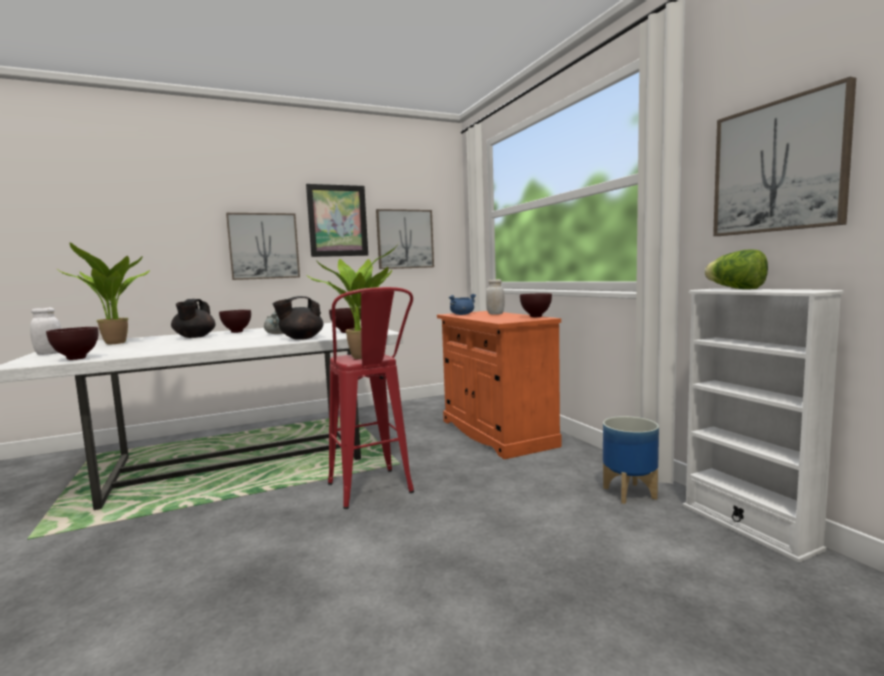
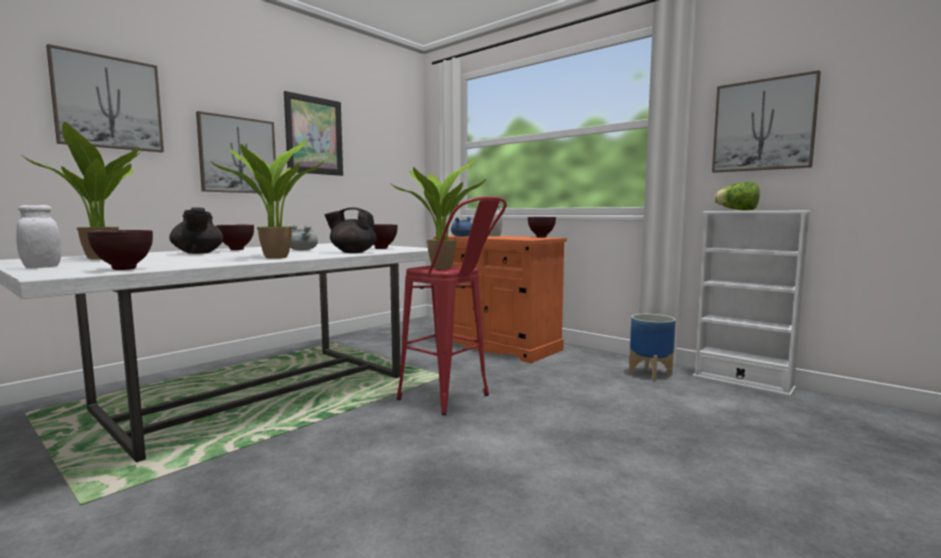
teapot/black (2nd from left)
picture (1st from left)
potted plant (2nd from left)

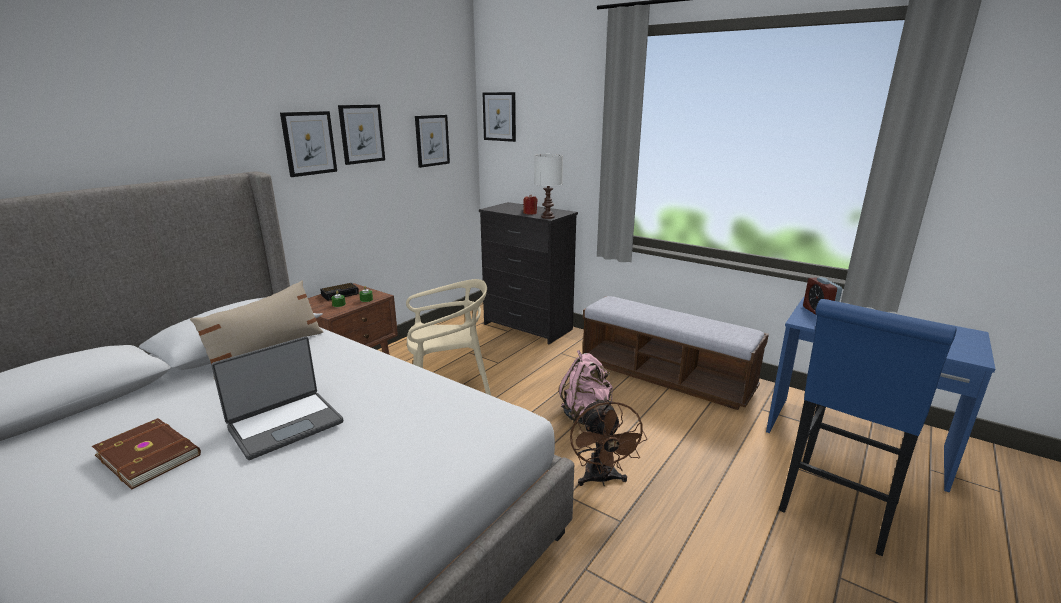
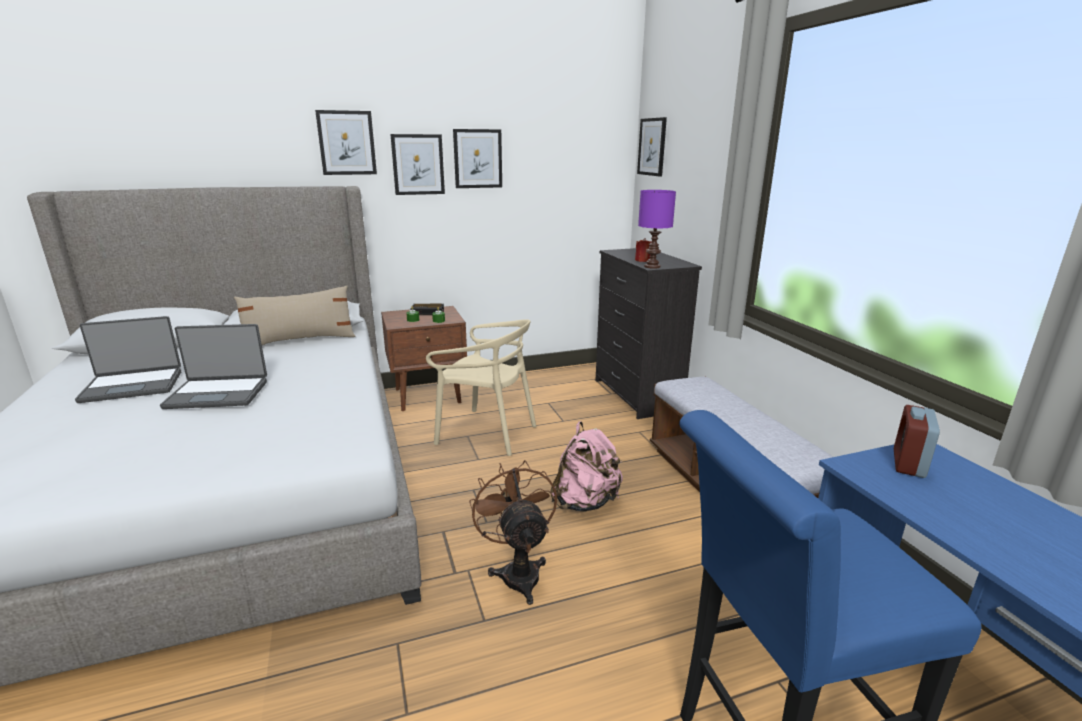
laptop (1st from left)
picture (1st from left)
table lamp/purple
fan/brown

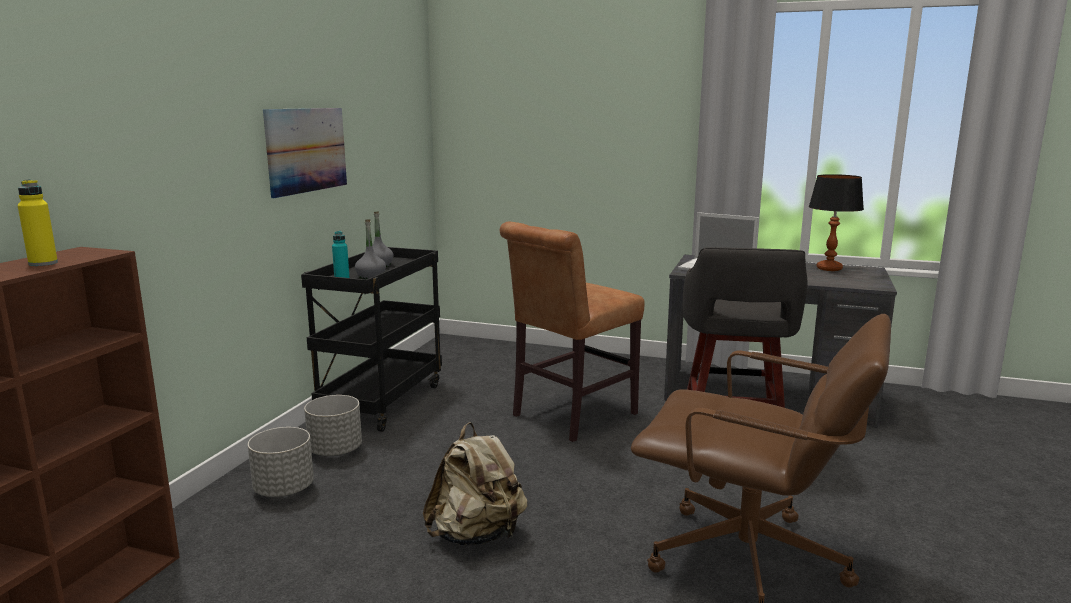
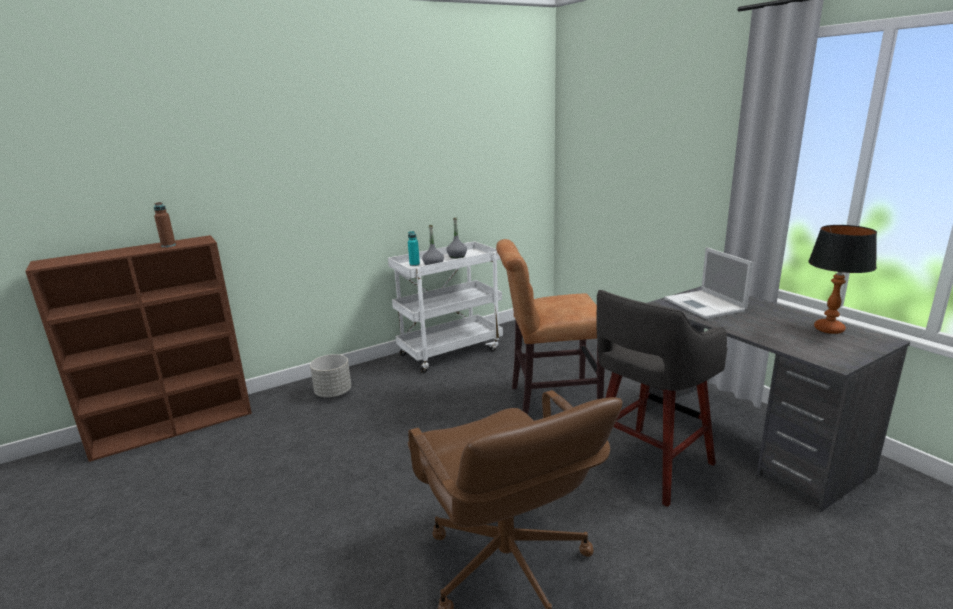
bottle/brown
picture
cart/white
planter/grey (2nd from left in the first image)
backpack/beige

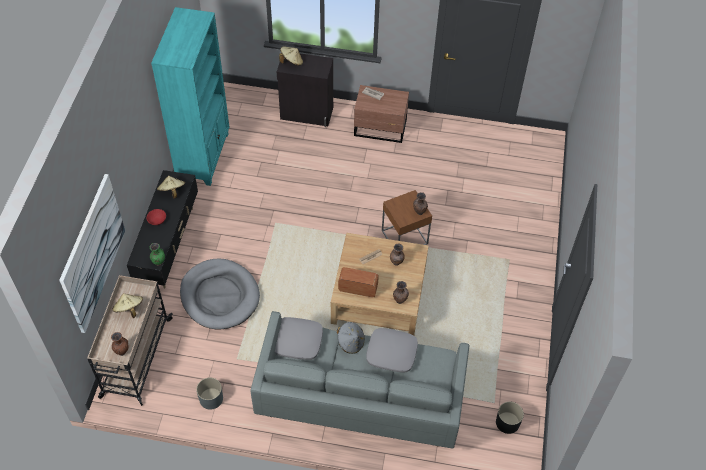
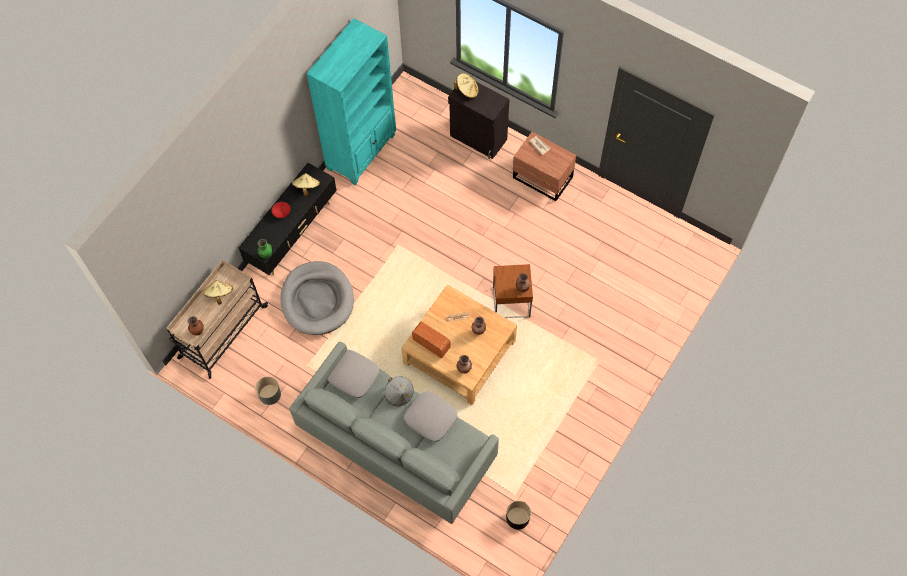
picture

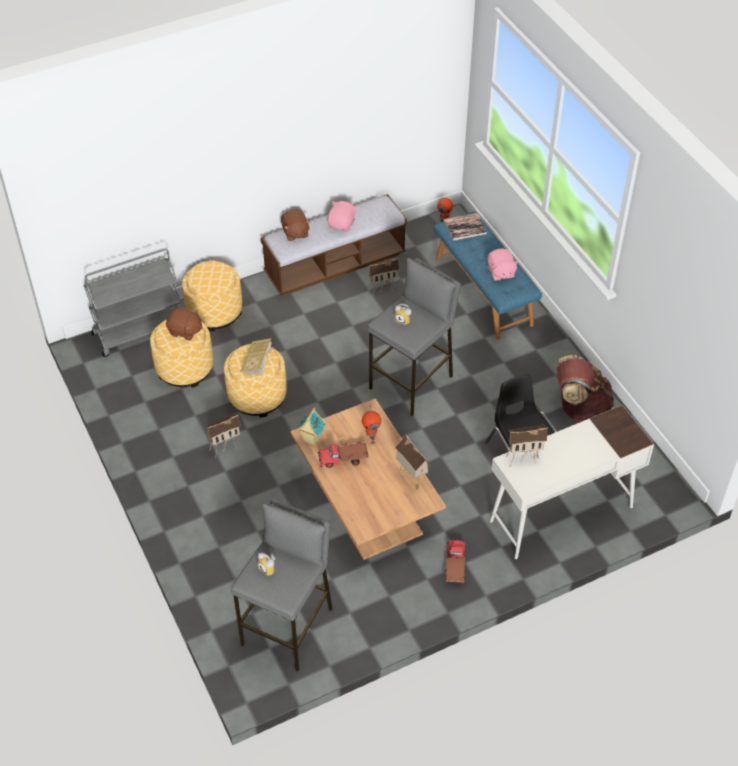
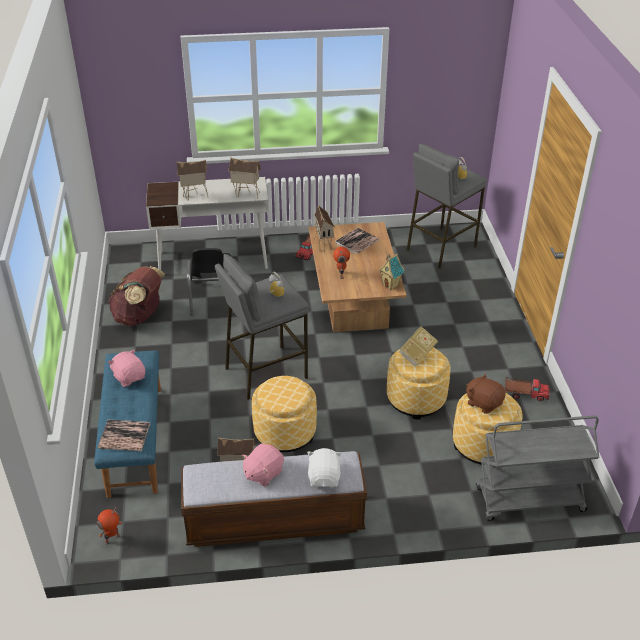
ottoman (1st from left)
toy house (1st from left)
plush toy/white
toy truck (2nd from left)
plush toy/pink (1st from left)
book (2nd from left)

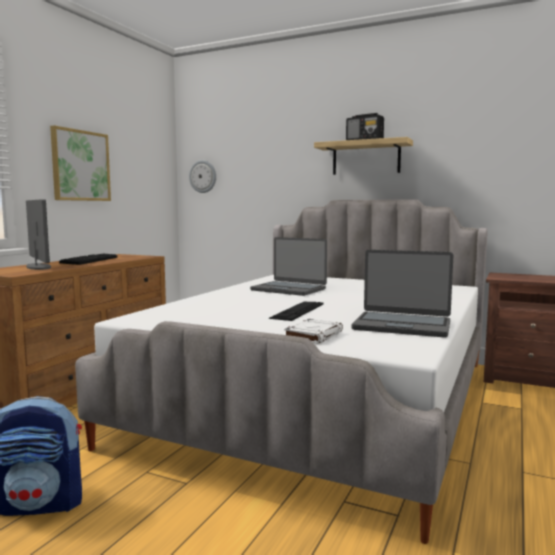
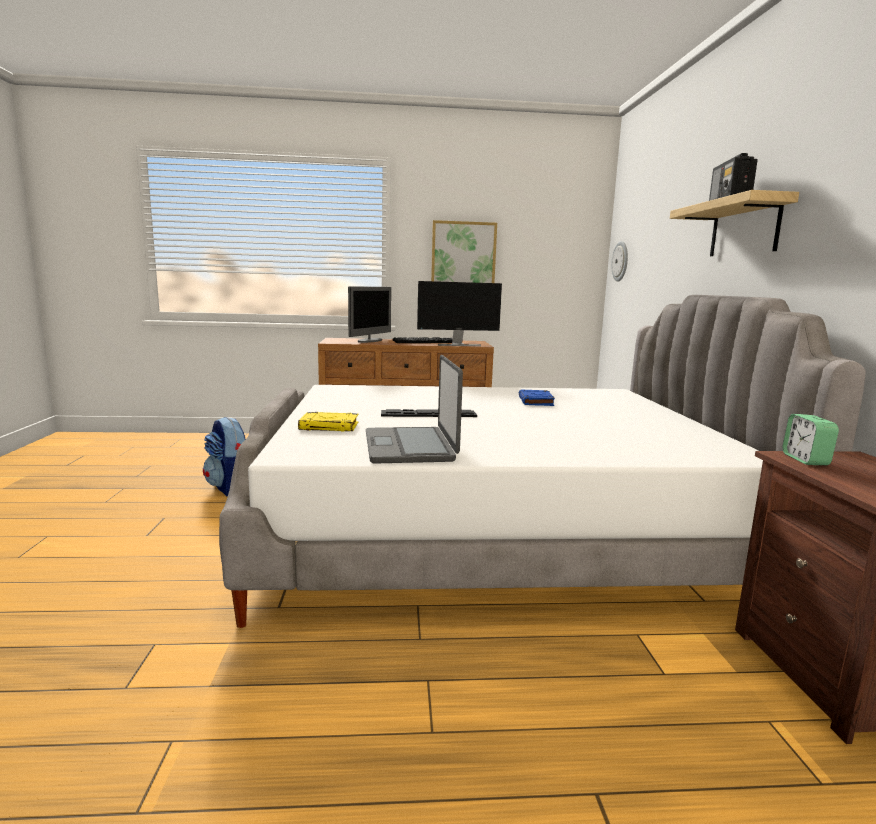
book/blue
book/yellow
monitor (2nd from left)
alarm clock

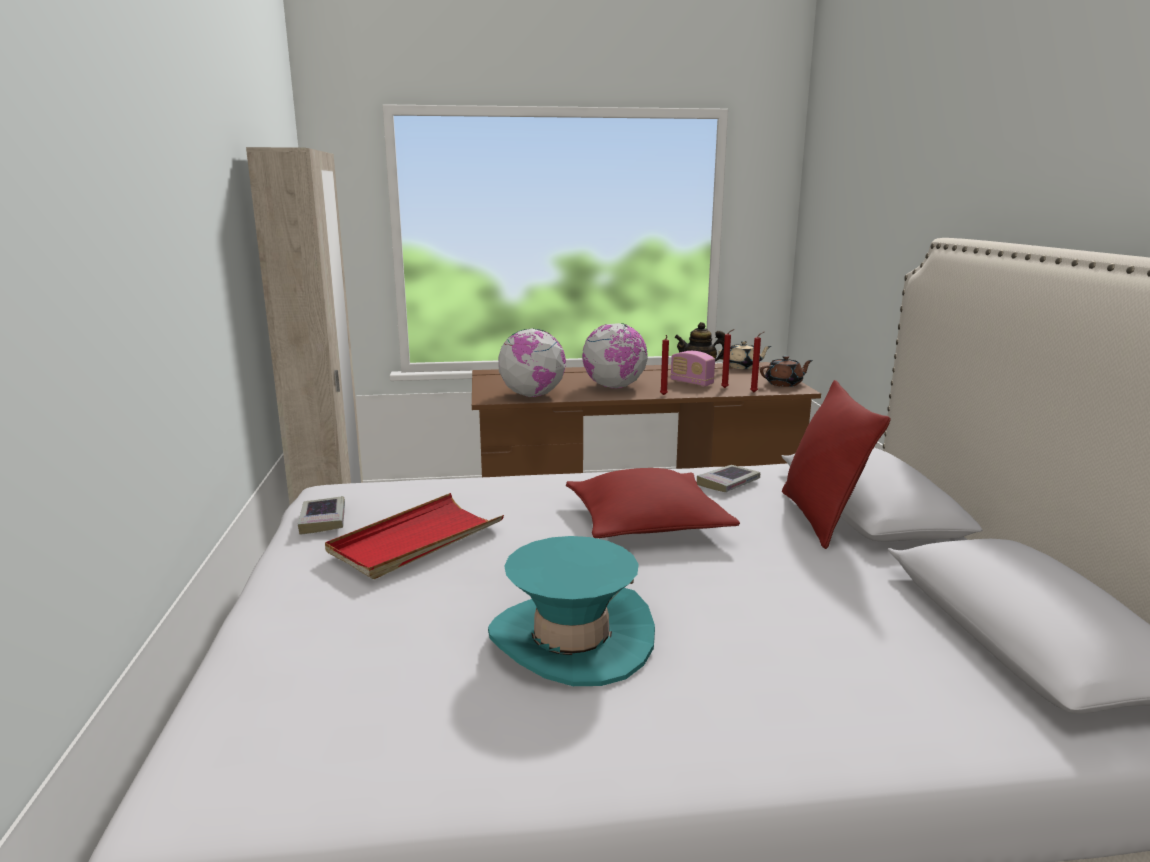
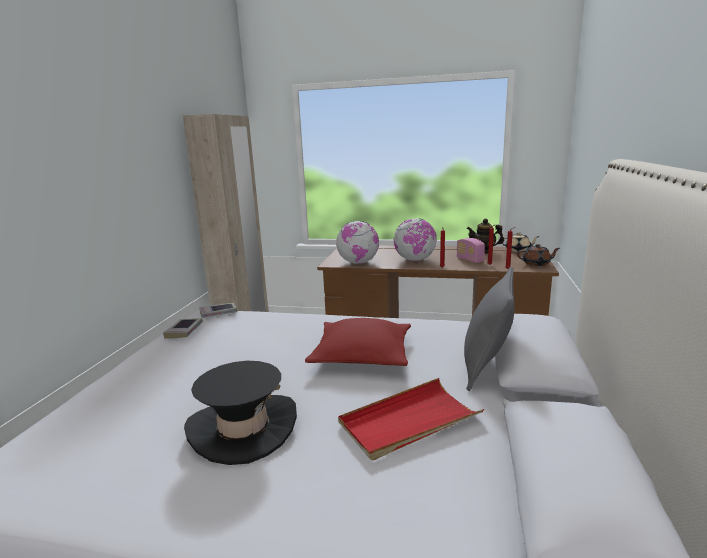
tray/red
hat/black
book (2nd from left)
pillow/grey

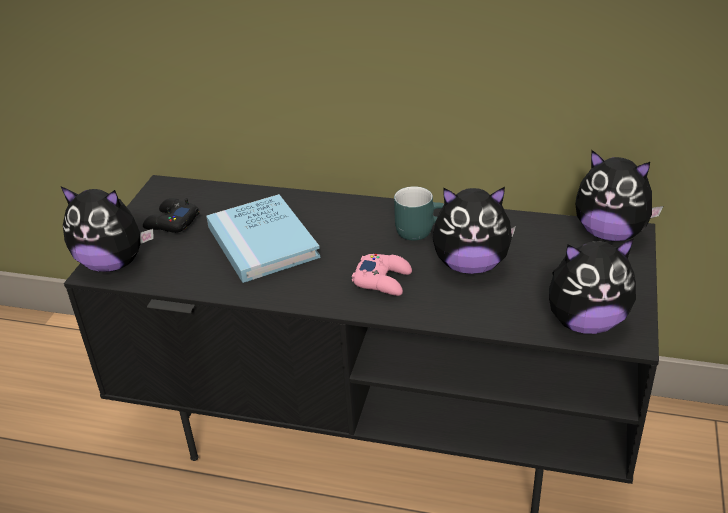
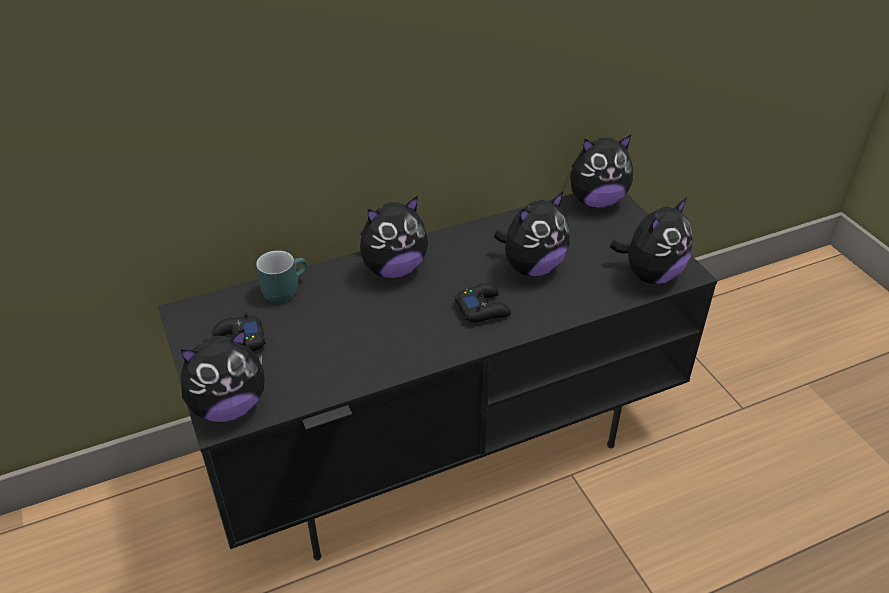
book/blue
game controller/black (2nd from left)
mug/turquoise
plush toy (2nd from left)

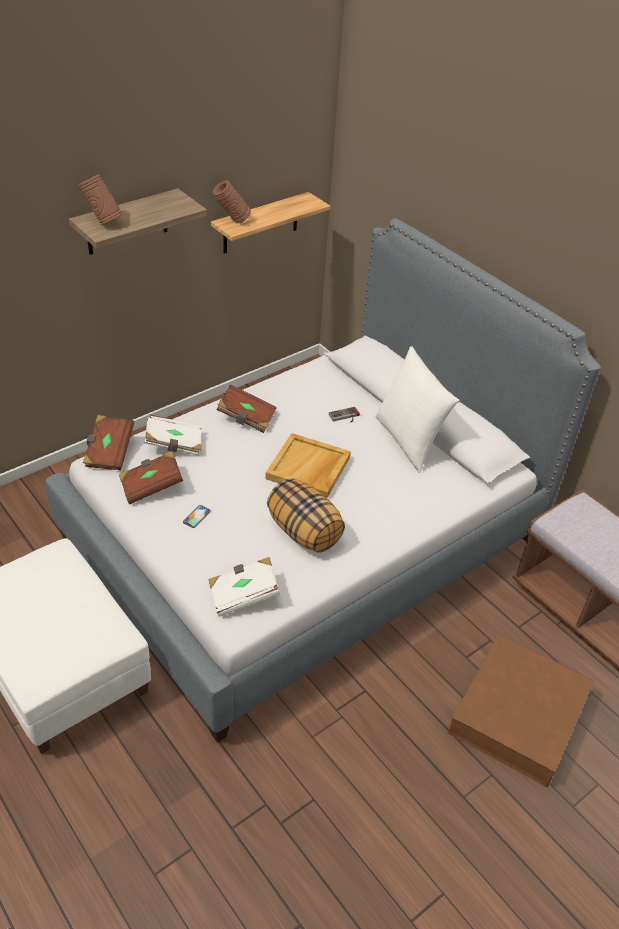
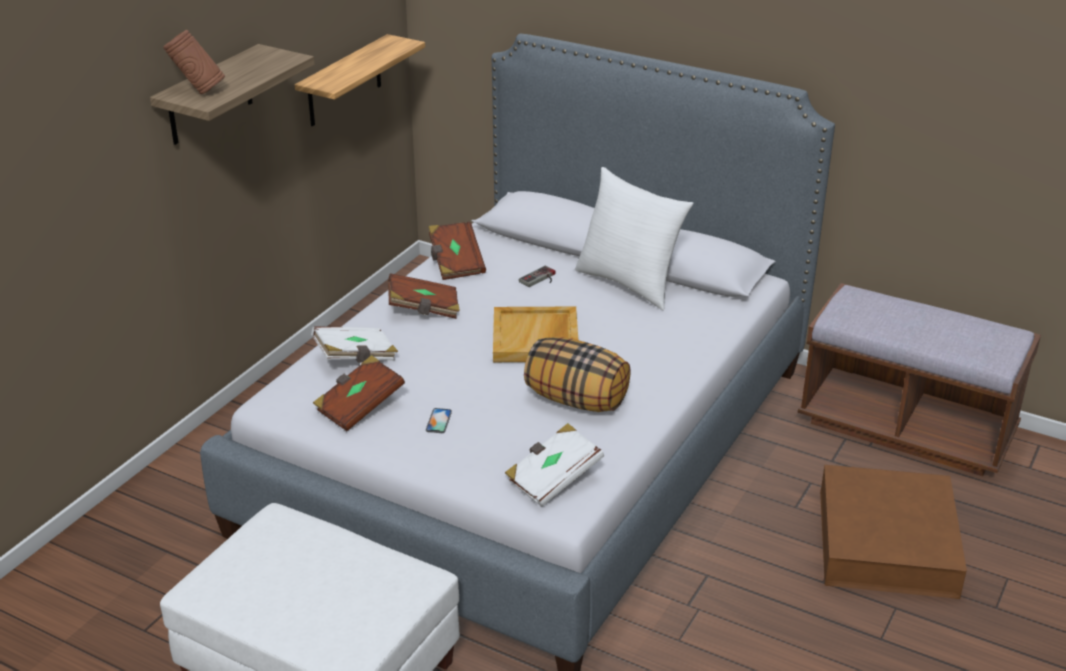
book/brown (3rd from left)
vase/brown (2nd from left in the first image)

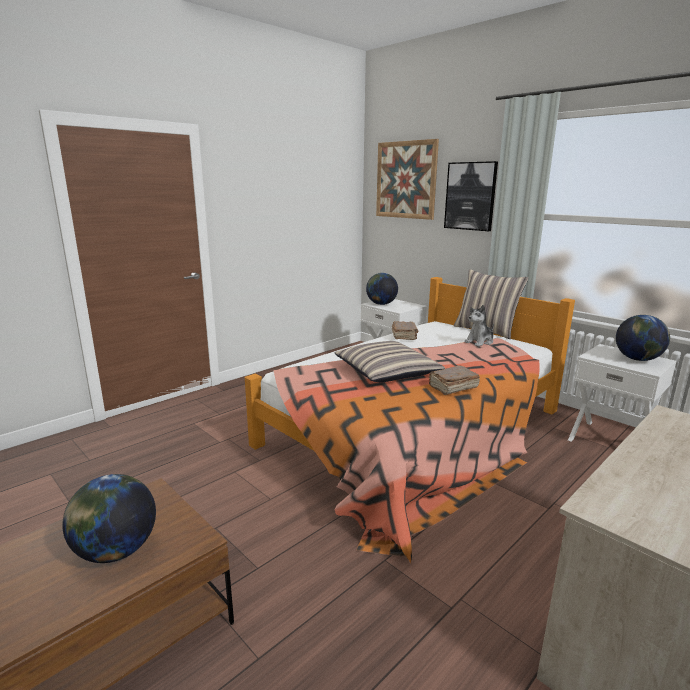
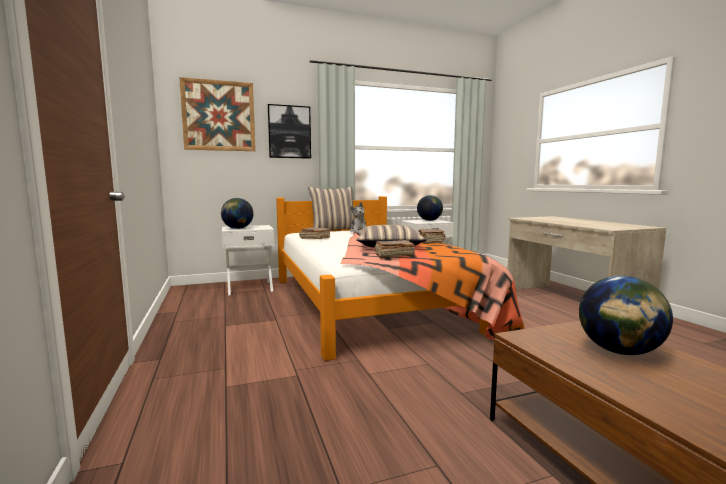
book/brown (2nd from left)

